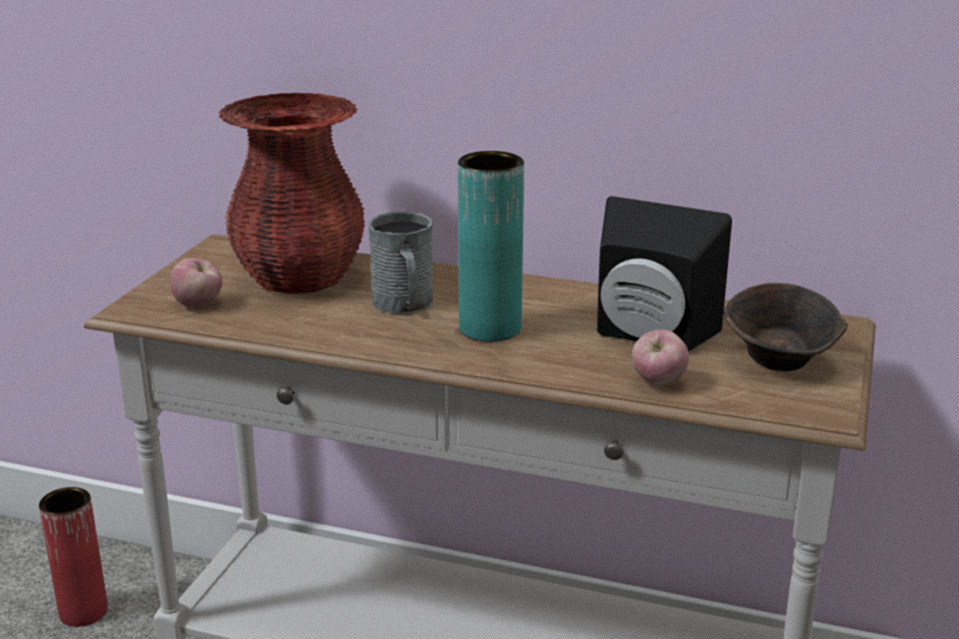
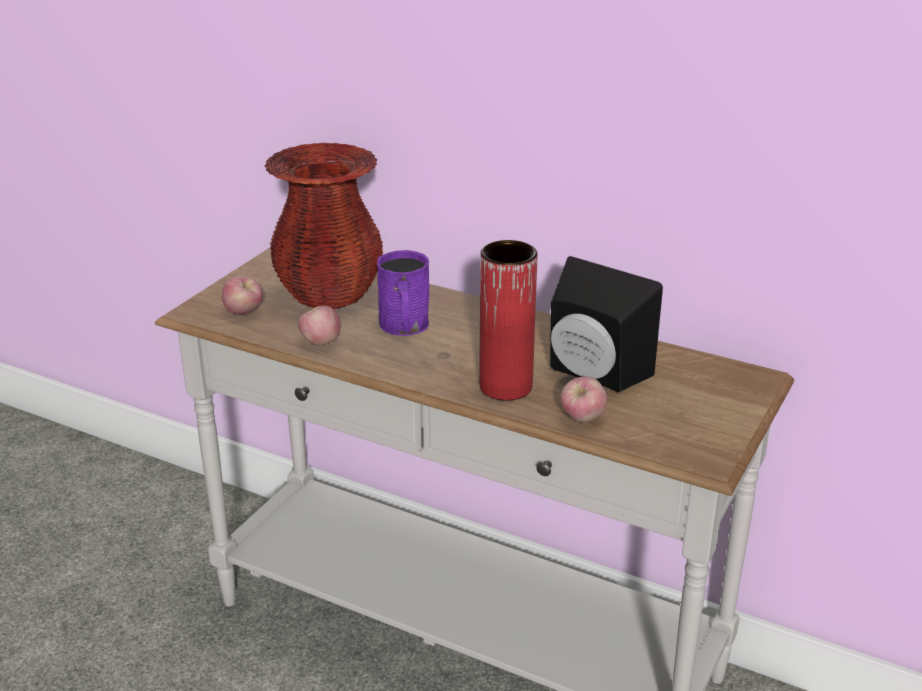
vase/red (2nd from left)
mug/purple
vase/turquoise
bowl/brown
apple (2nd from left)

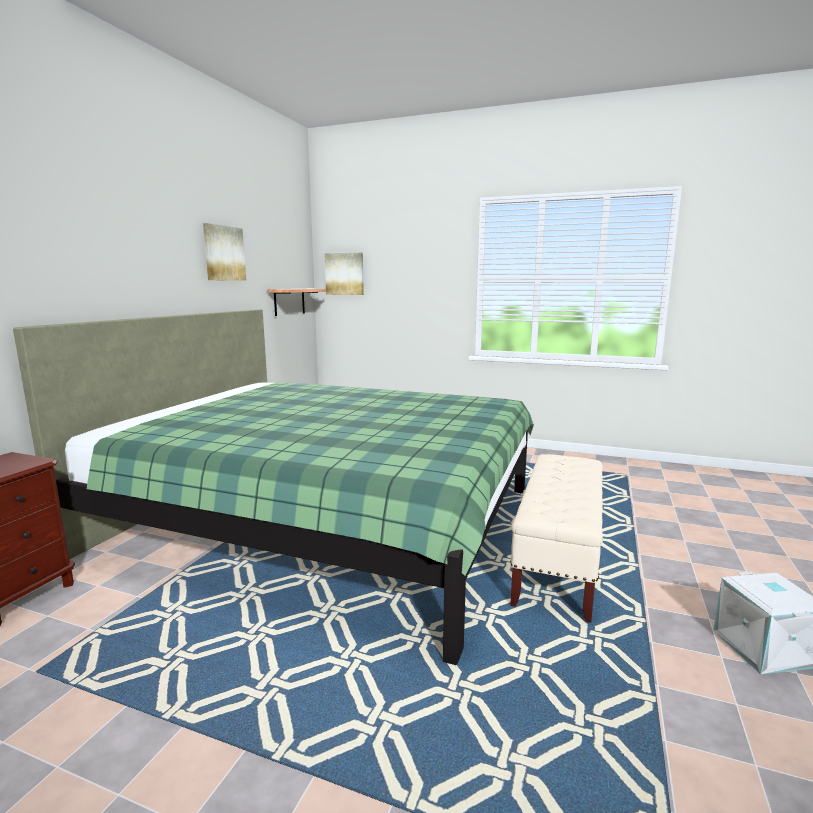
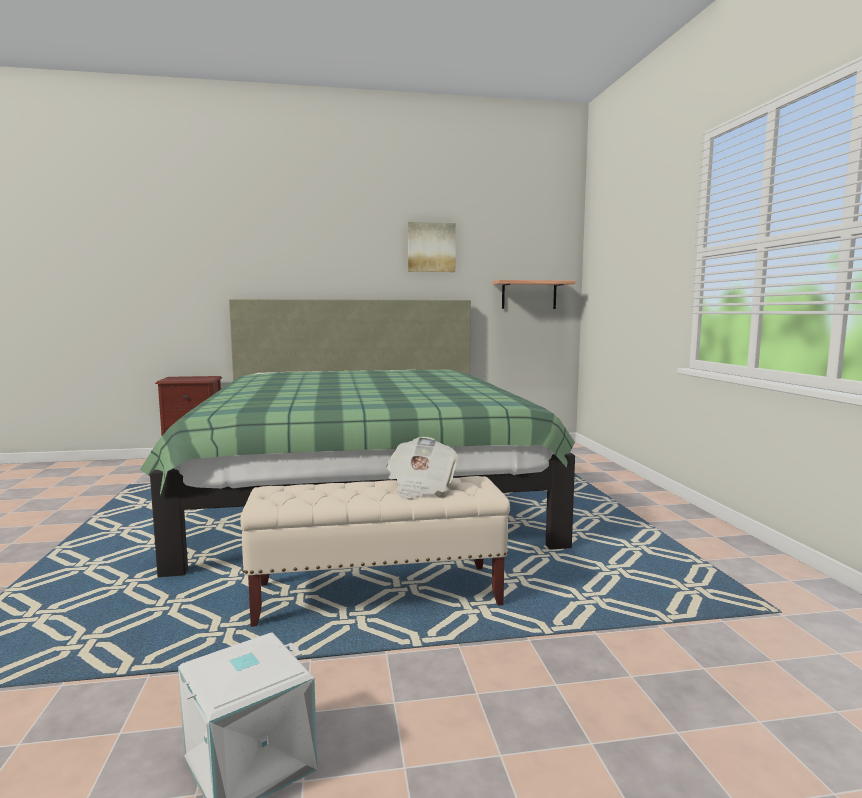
picture (2nd from left in the first image)
newspaper

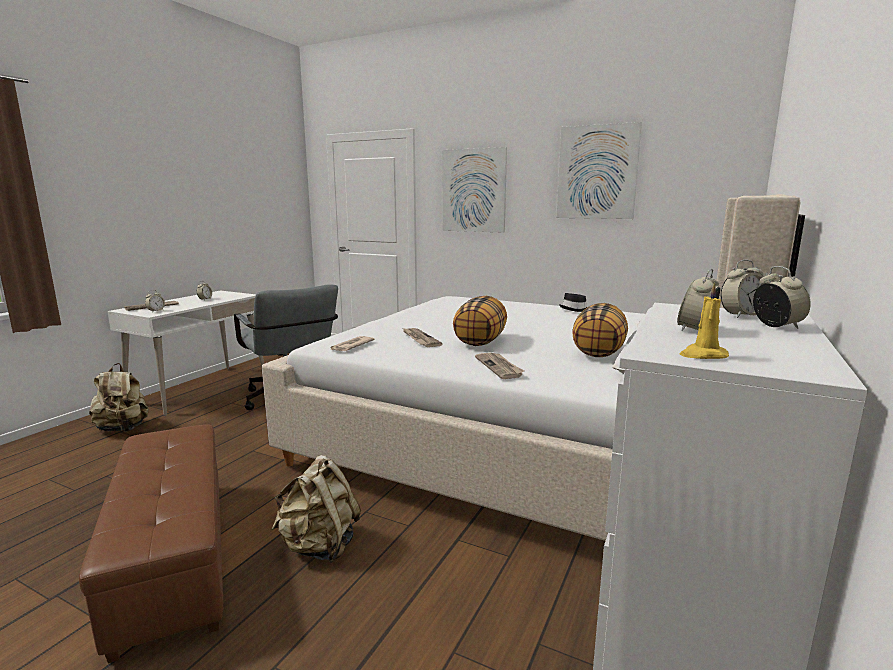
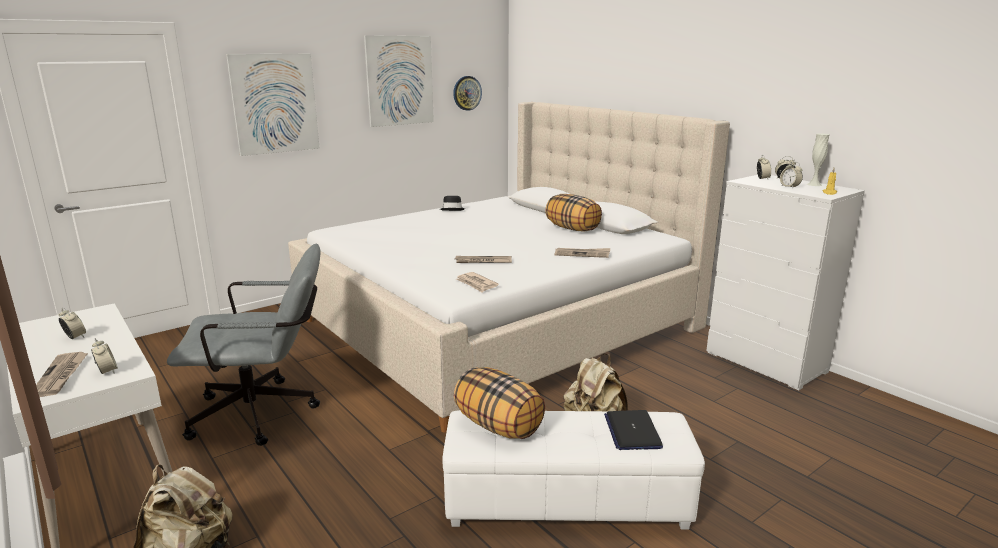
ottoman/white
pillow (1st from left)
wall clock
laptop
vase/white

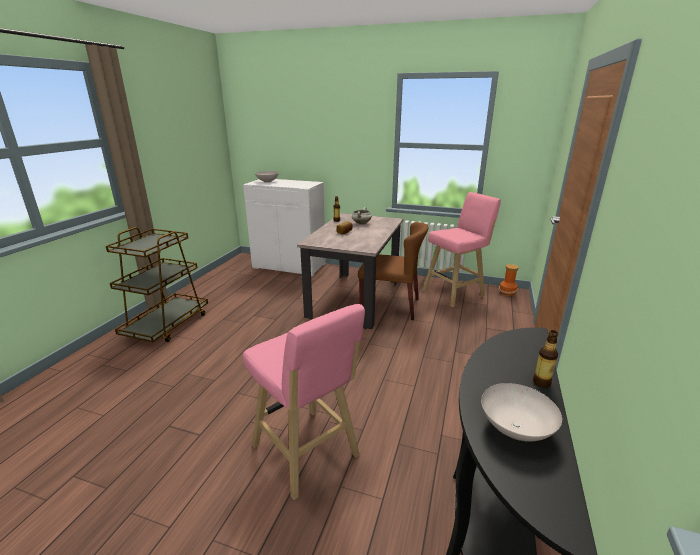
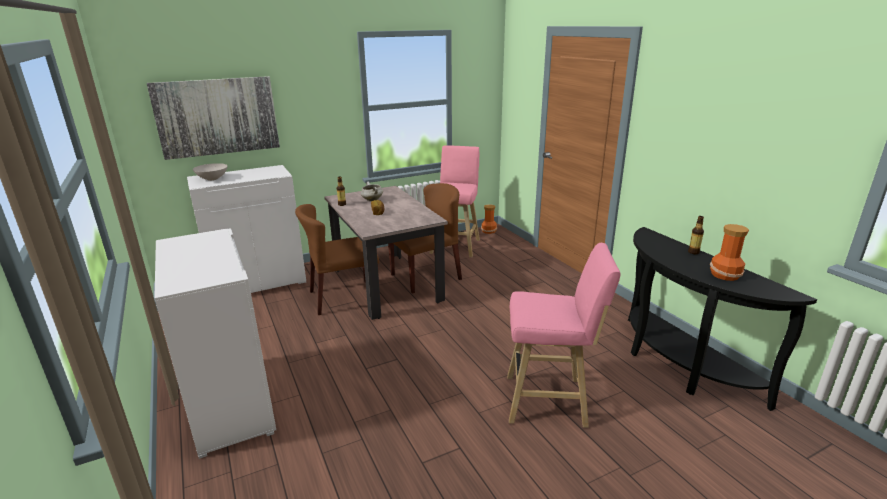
cabinet/white (1st from left)
vase (2nd from left)
picture
chair/brown (1st from left)

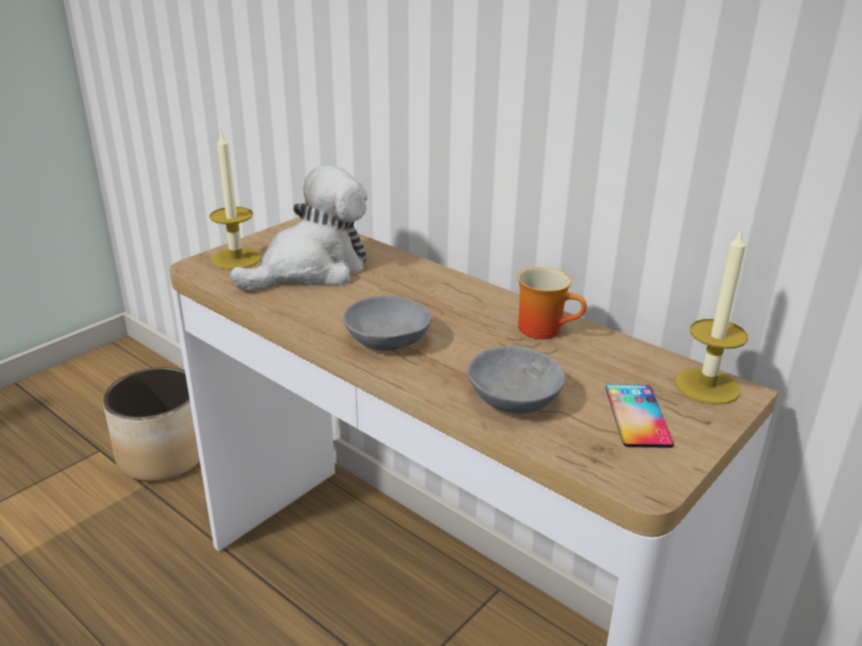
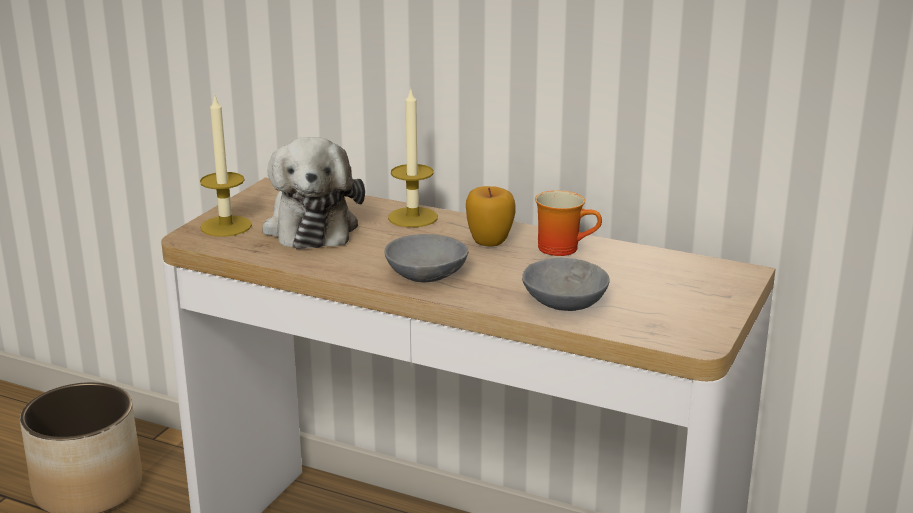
plush toy
phone
candle (2nd from left)
apple

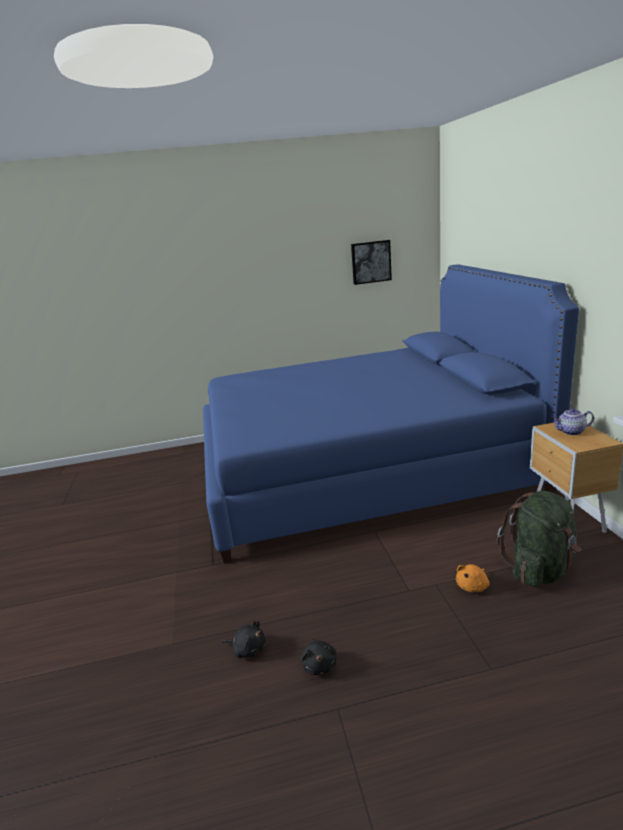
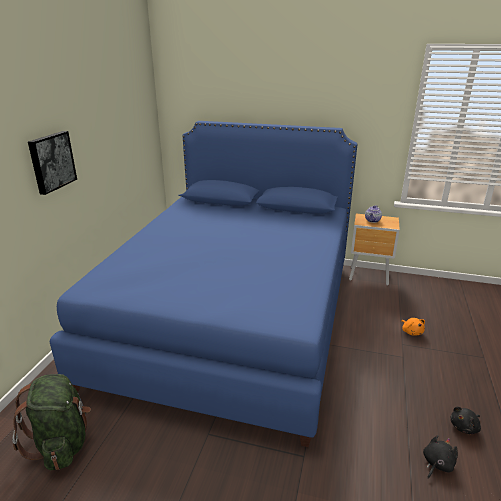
plush toy/black (2nd from left)
picture
backpack/green

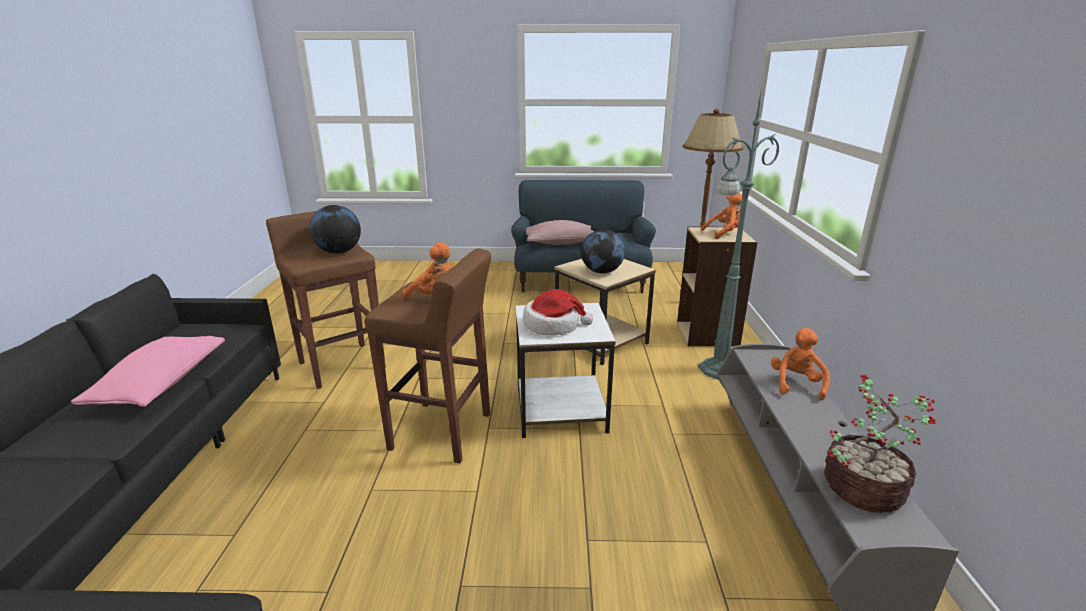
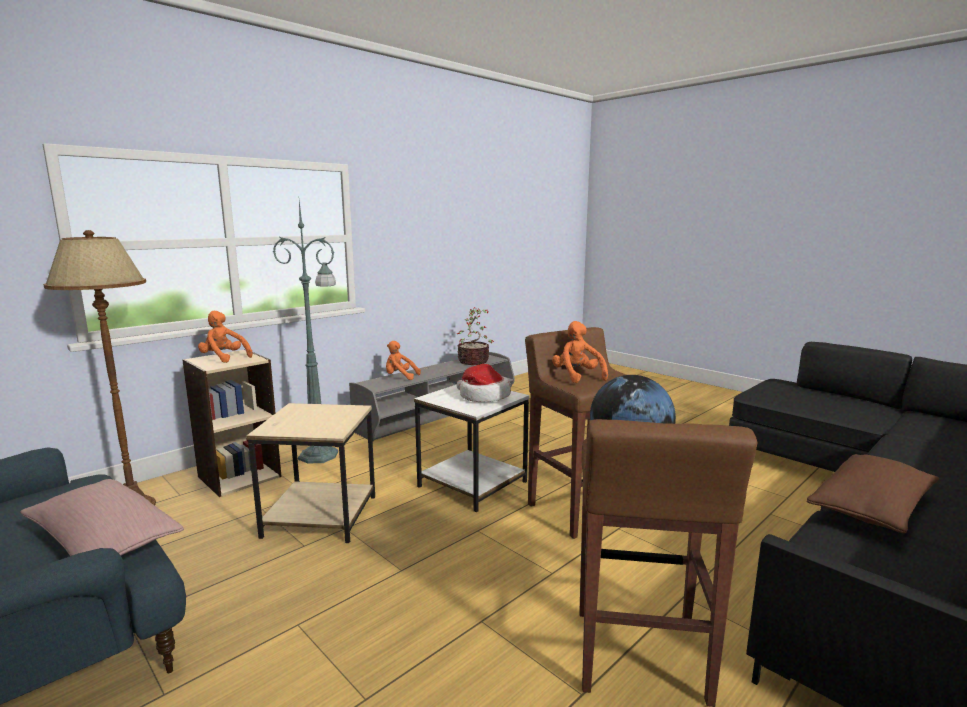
pillow/brown
globe (2nd from left in the first image)
plush toy/orange (2nd from left)

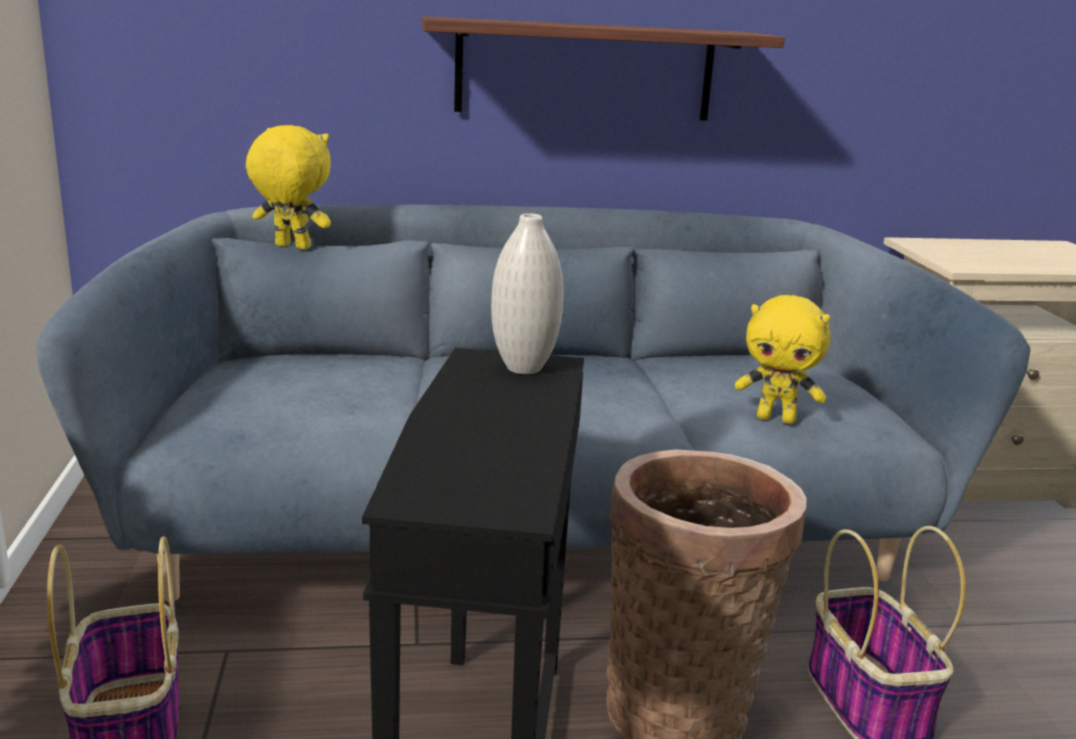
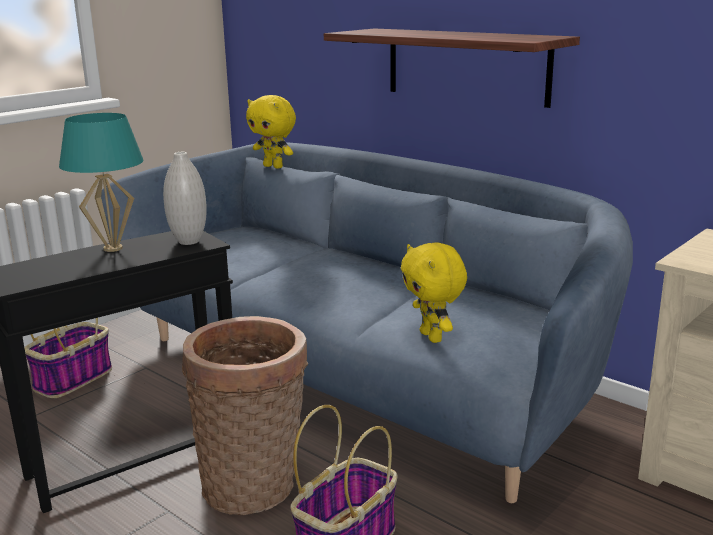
plush toy/yellow (1st from left)
table lamp/turquoise

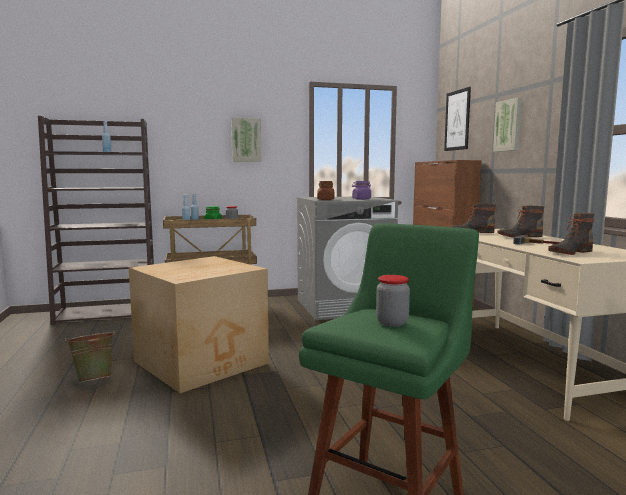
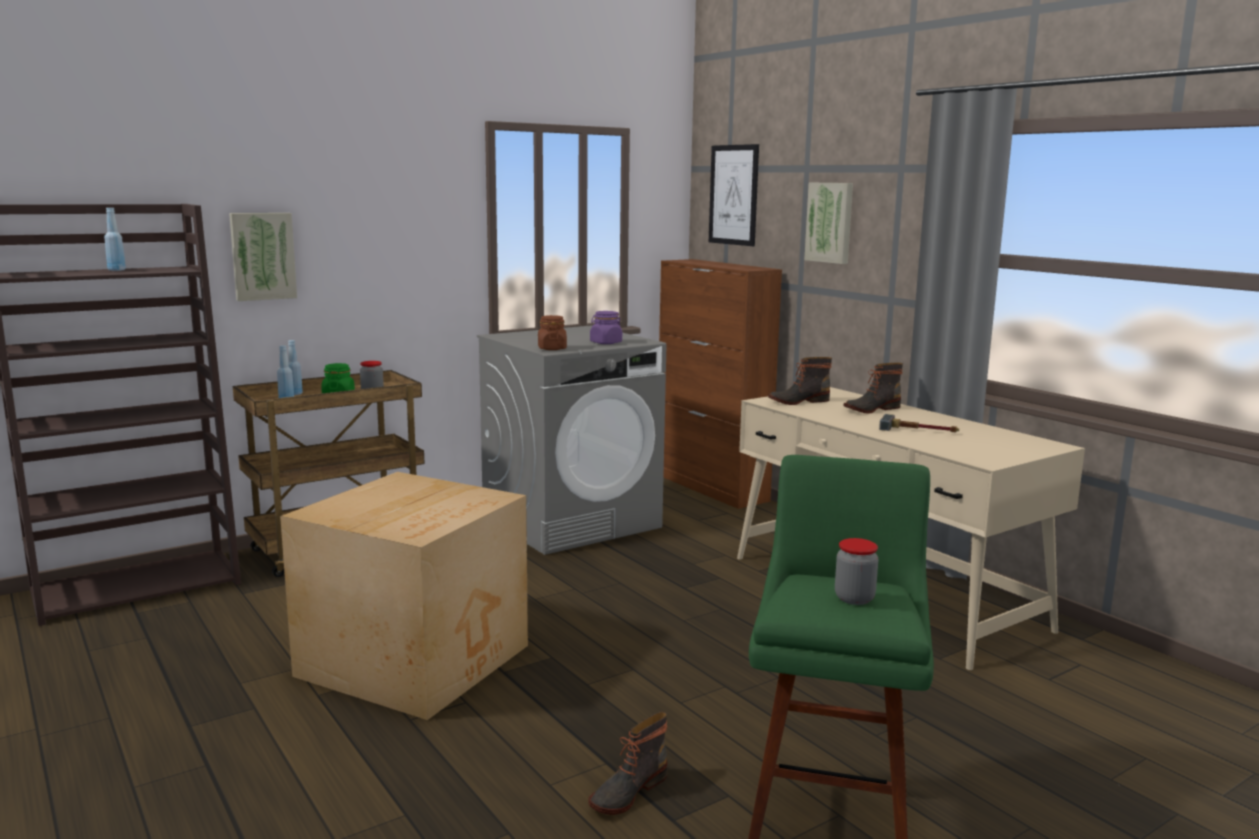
bucket/green
picture (1st from left)
boot (1st from left)

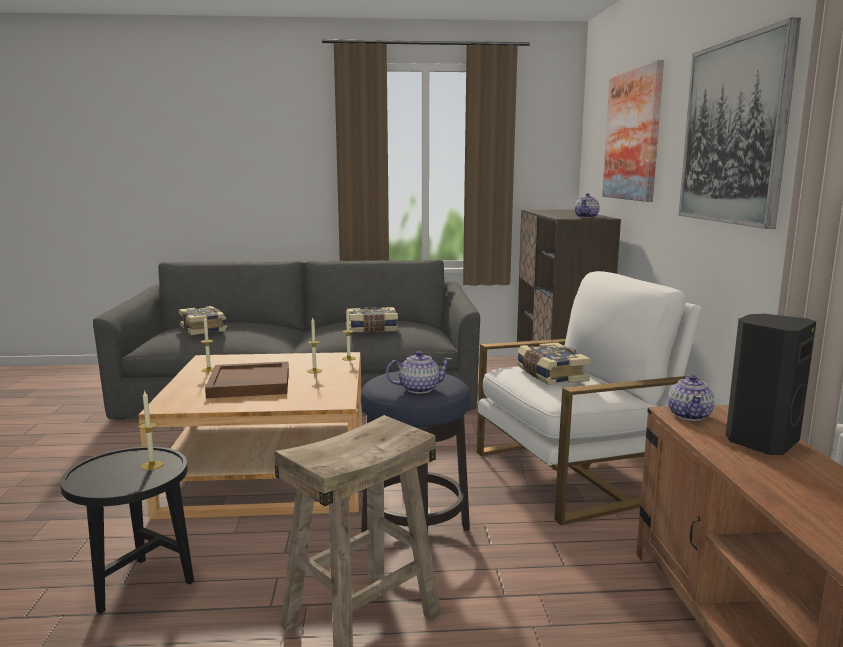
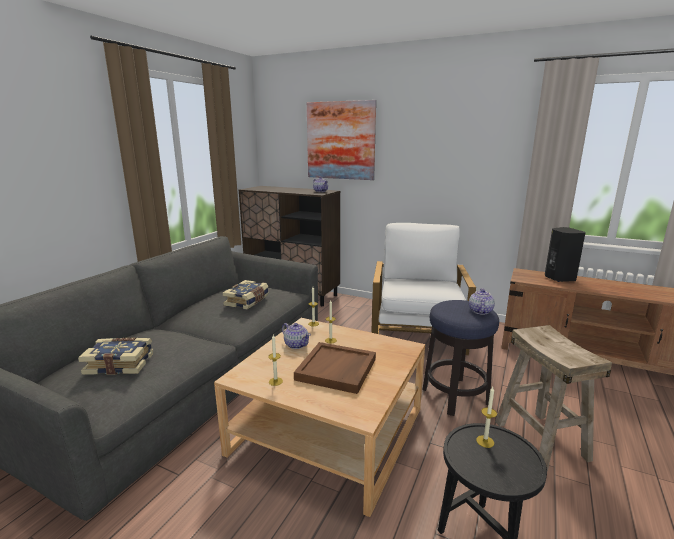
book (3rd from left in the first image)
teapot (1st from left)
picture (2nd from left in the first image)

